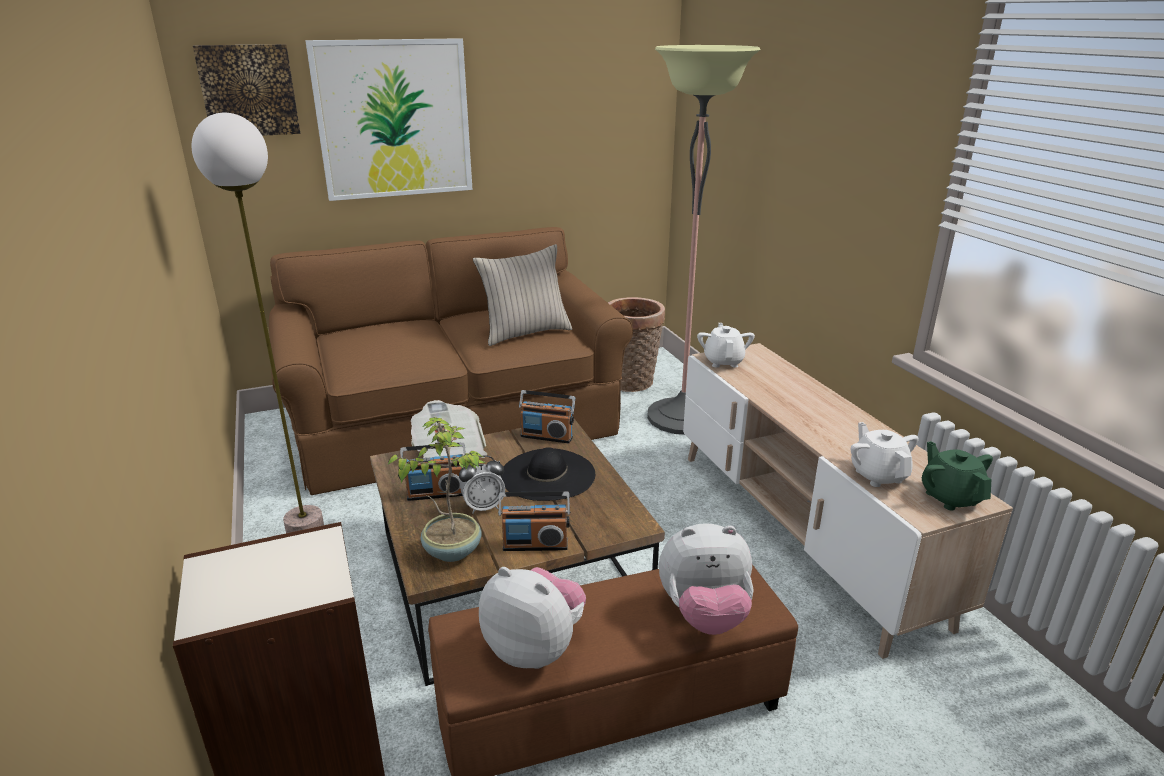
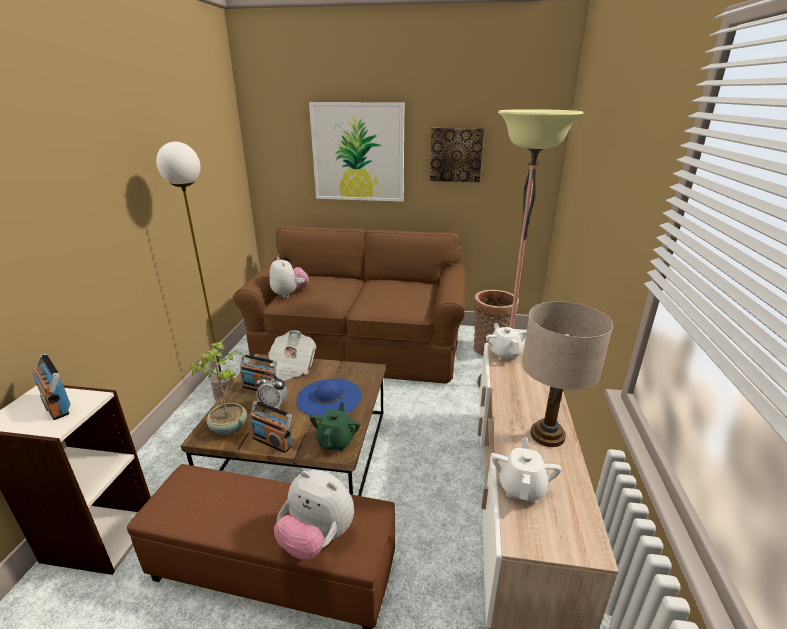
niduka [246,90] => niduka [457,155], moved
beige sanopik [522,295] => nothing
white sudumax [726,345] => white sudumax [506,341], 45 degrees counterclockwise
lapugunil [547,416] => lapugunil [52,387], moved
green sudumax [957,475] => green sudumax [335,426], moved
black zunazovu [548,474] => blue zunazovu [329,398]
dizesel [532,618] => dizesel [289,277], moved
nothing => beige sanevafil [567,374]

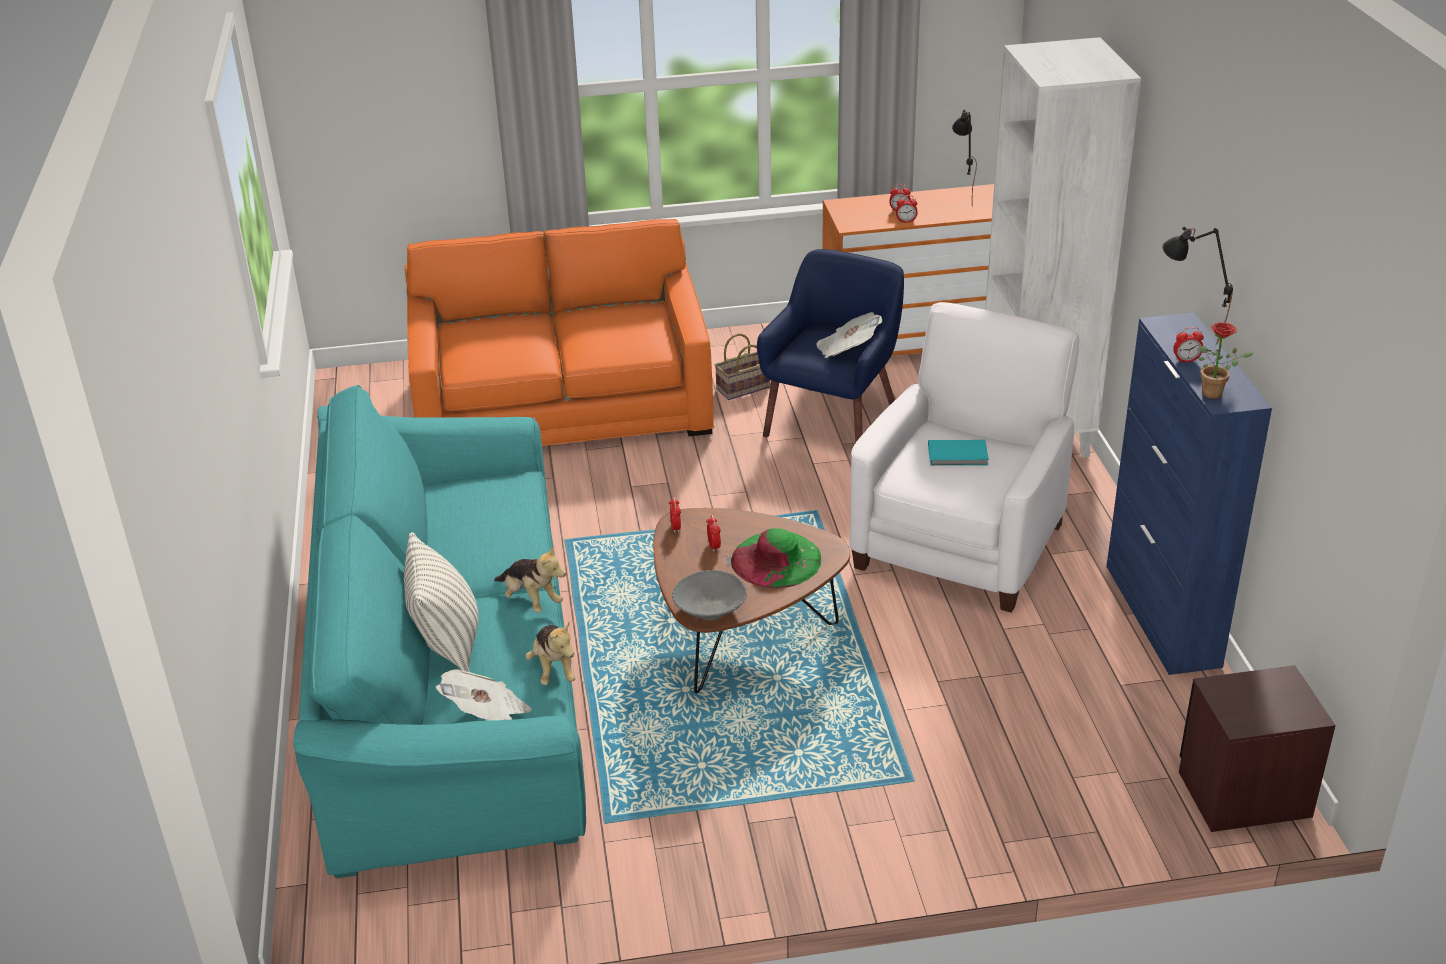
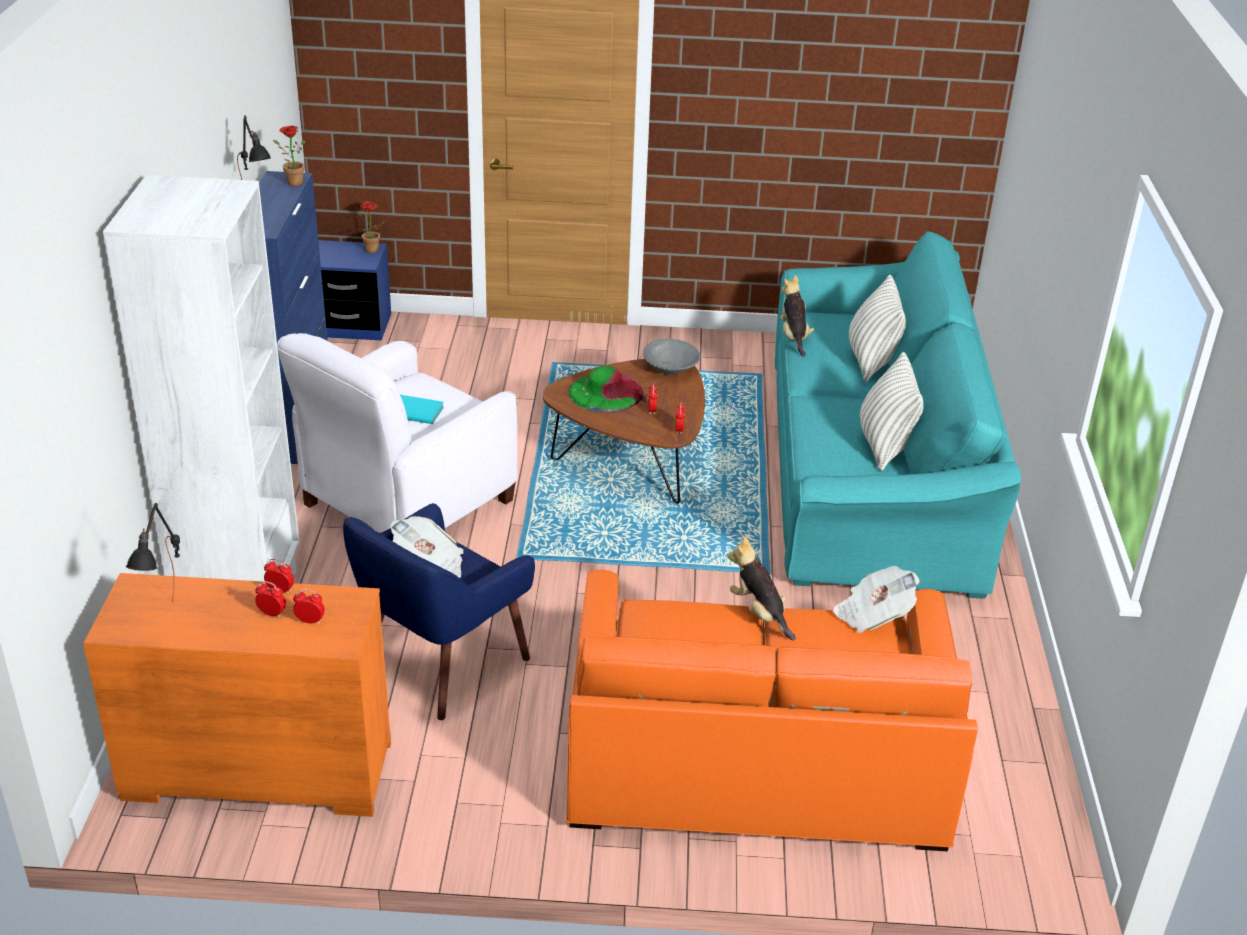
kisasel [1188,344] => kisasel [309,606], moved
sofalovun [742,366] => nothing
dizesel [530,578] => dizesel [761,588], moved
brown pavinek [1257,748] => blue pavinek [355,290]
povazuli [484,695] => povazuli [876,599], moved
nothing => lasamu [372,227]
nothing => sanopik [892,411]

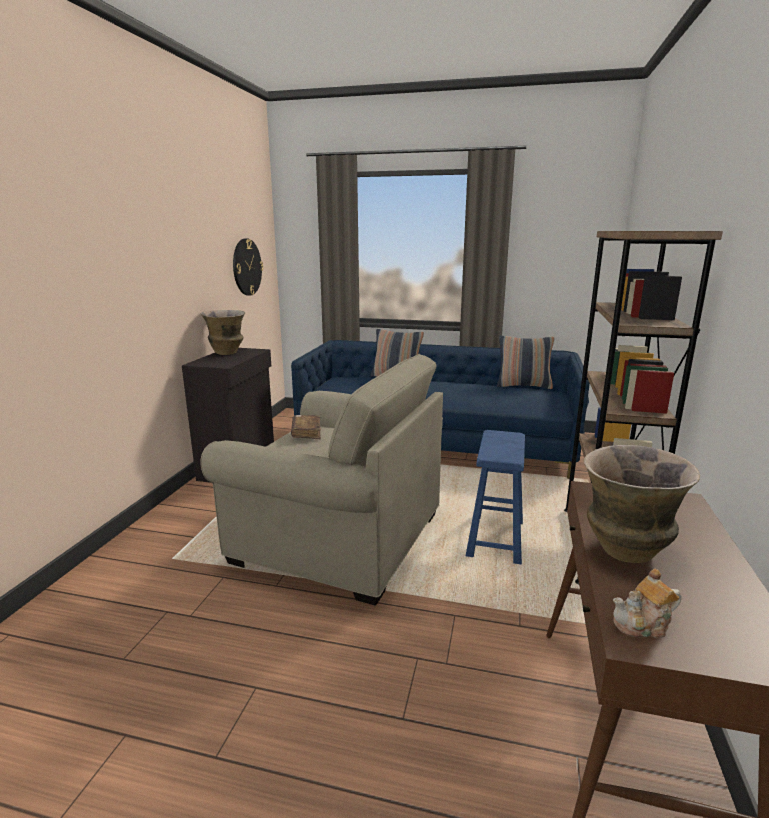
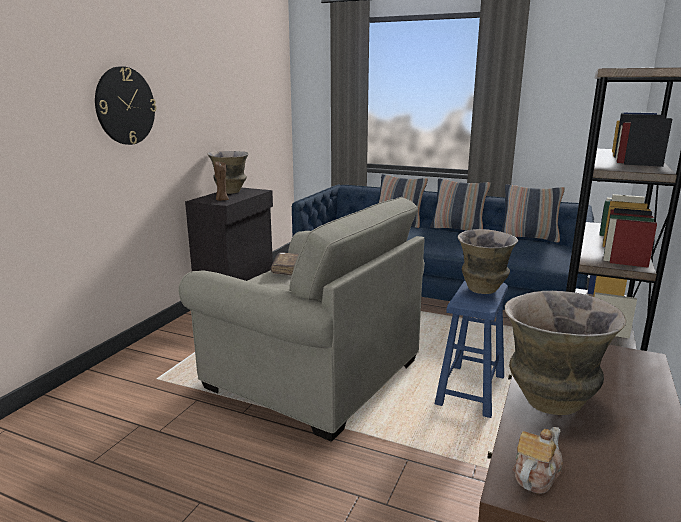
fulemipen [248,267] => fulemipen [125,105], moved
sudumax [647,603] => sudumax [537,460], 135 degrees clockwise
nothing => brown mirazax [221,181]
nothing => sanopik [460,204]
nothing => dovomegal [488,261]

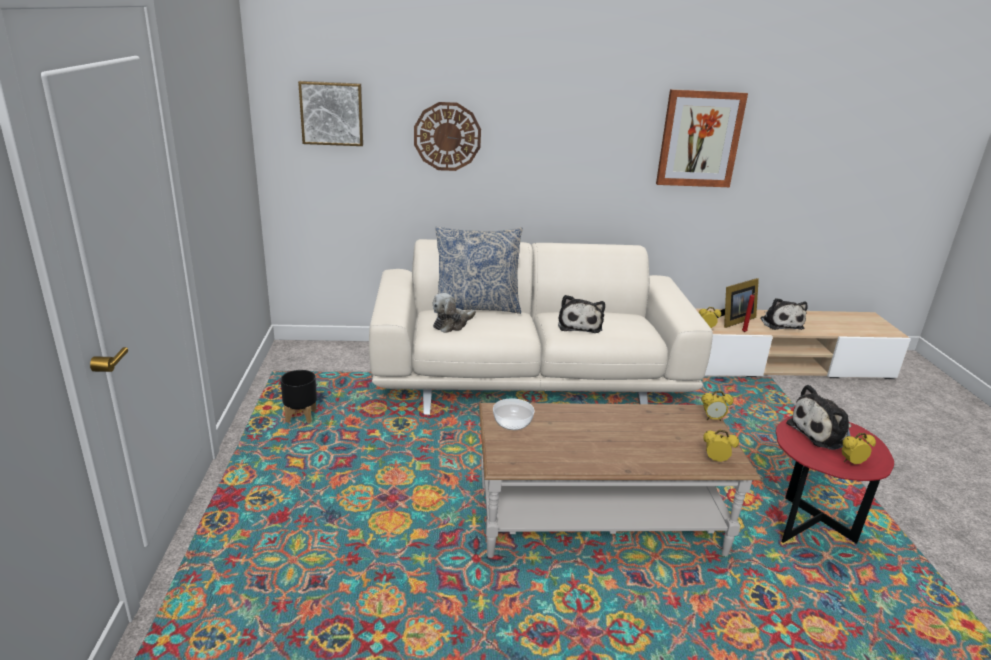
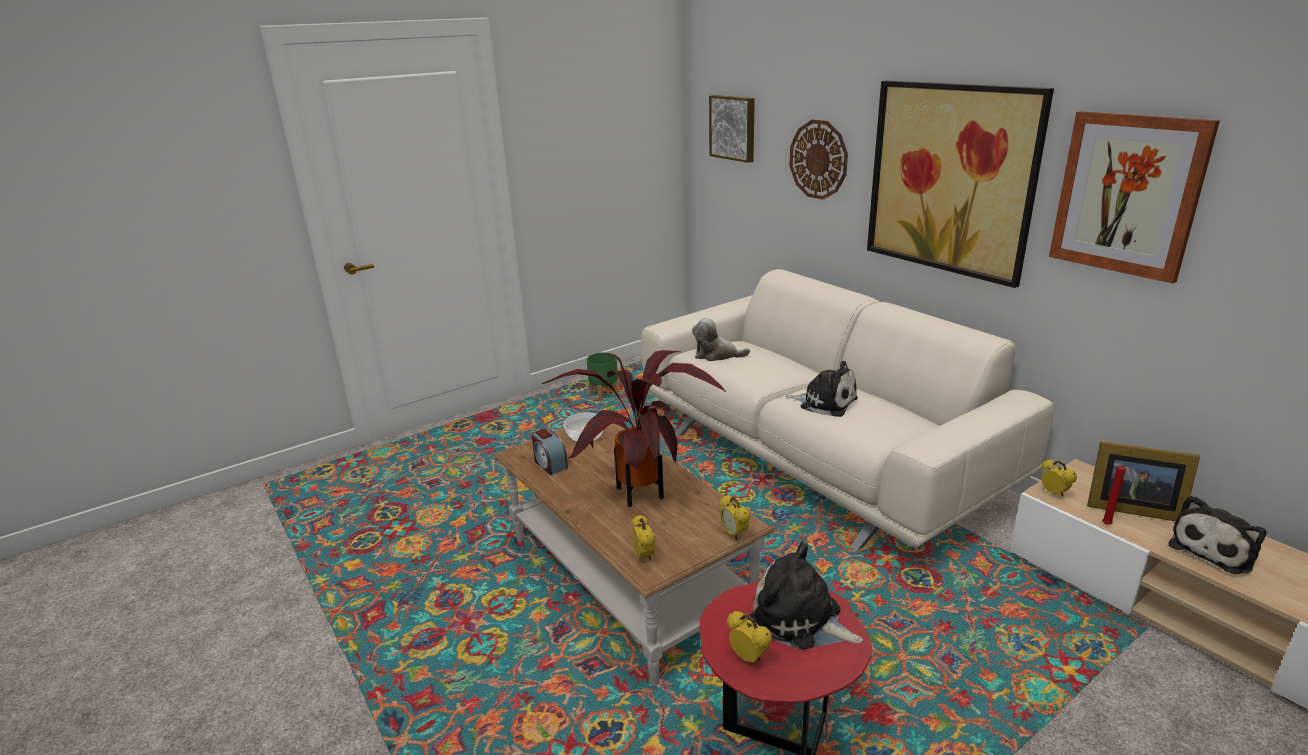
sanopik [478,270] => nothing
dizesel [581,314] => dizesel [822,389], 120 degrees counterclockwise
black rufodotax [298,397] => green rufodotax [603,376]
nothing => niduka [960,184]
nothing => lasamu [634,428]
nothing => kisasel [550,451]

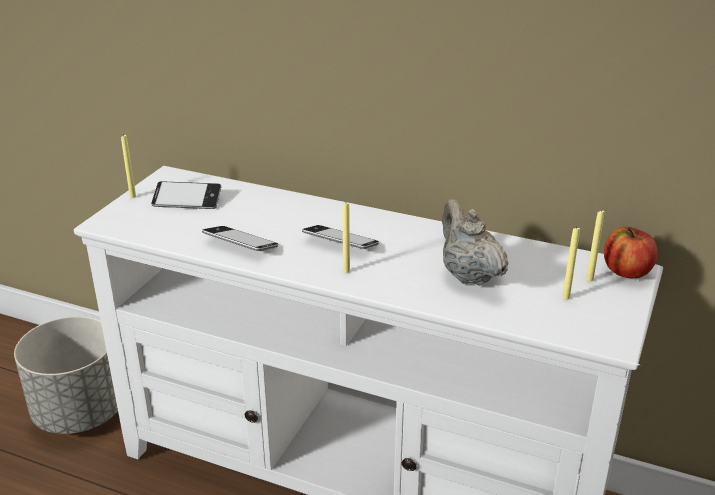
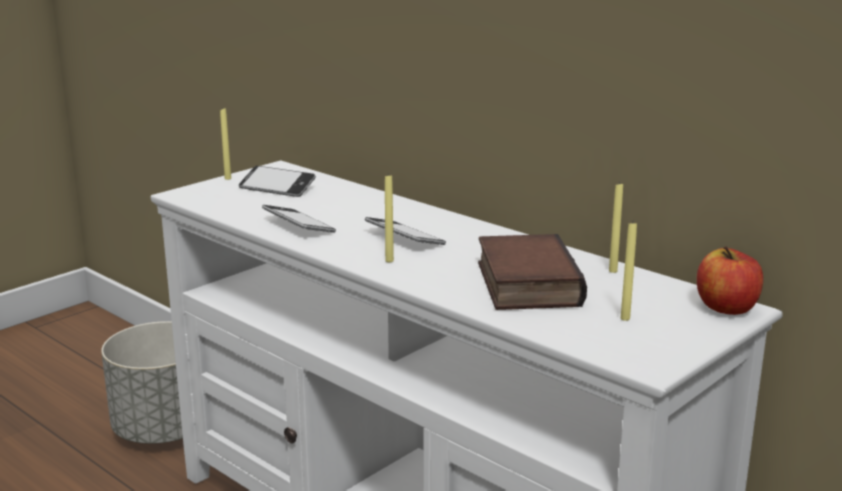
beige sudumax [475,242] => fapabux [532,272]
yellow mirazax [595,245] => yellow mirazax [616,227], moved

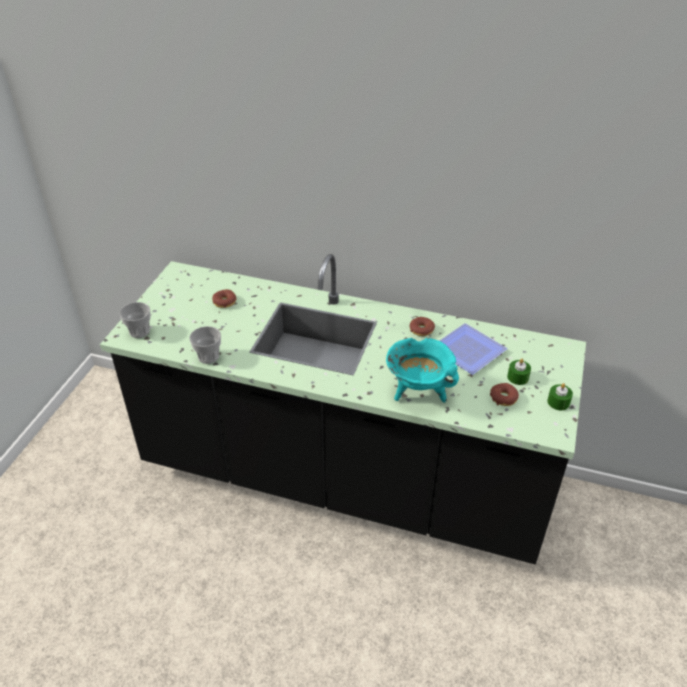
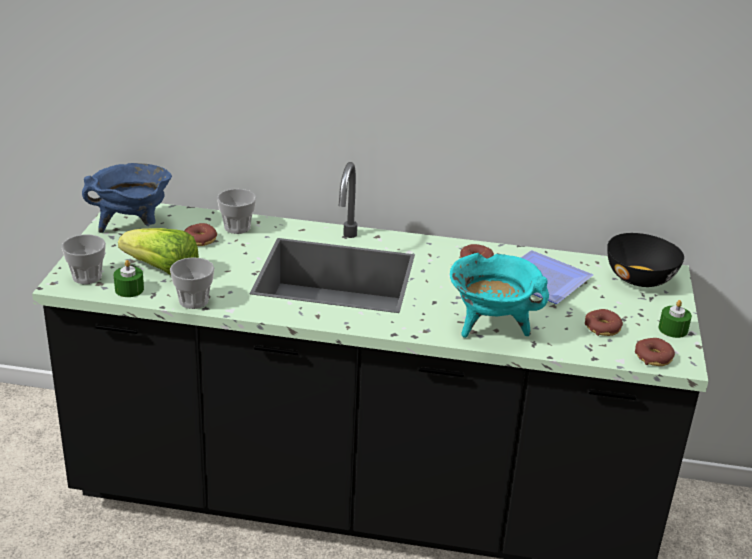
green mirazax [519,372] => green mirazax [129,278], moved
nothing => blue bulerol [127,198]
nothing => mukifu [236,211]
nothing => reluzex [158,251]
nothing => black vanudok [645,260]
nothing => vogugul [655,352]

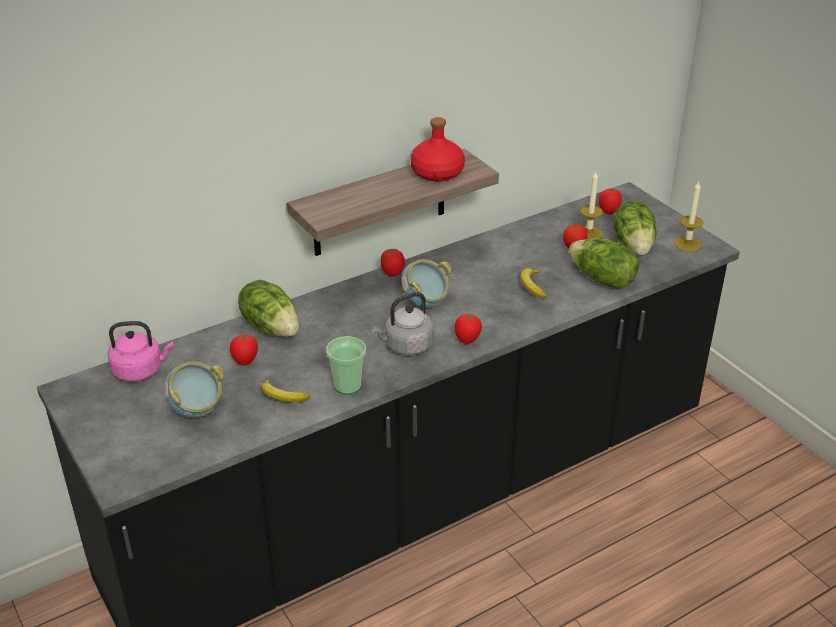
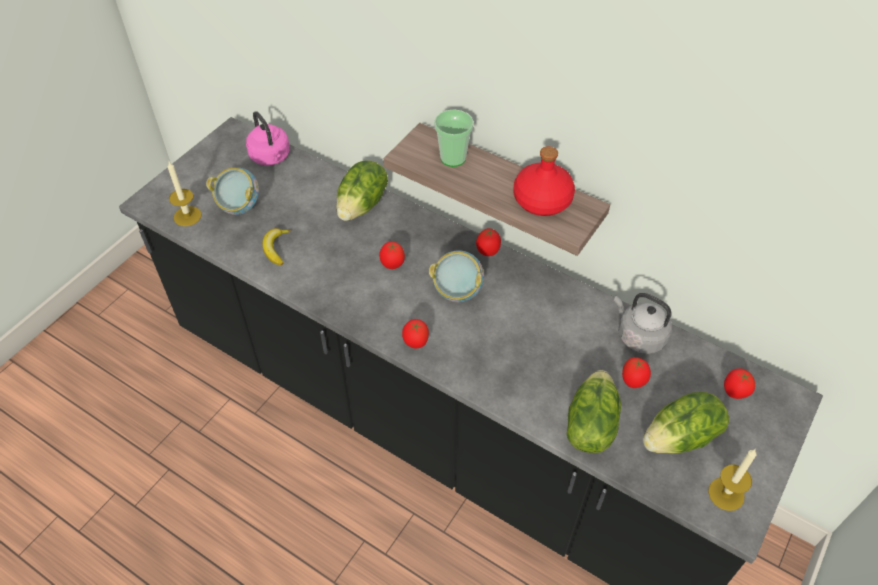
mirazax [591,205] => mirazax [185,194], moved
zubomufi [533,283] => nothing
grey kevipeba [402,323] => grey kevipeba [643,323], moved
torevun [244,350] => torevun [392,255], moved
mukifu [346,365] => mukifu [454,138], moved

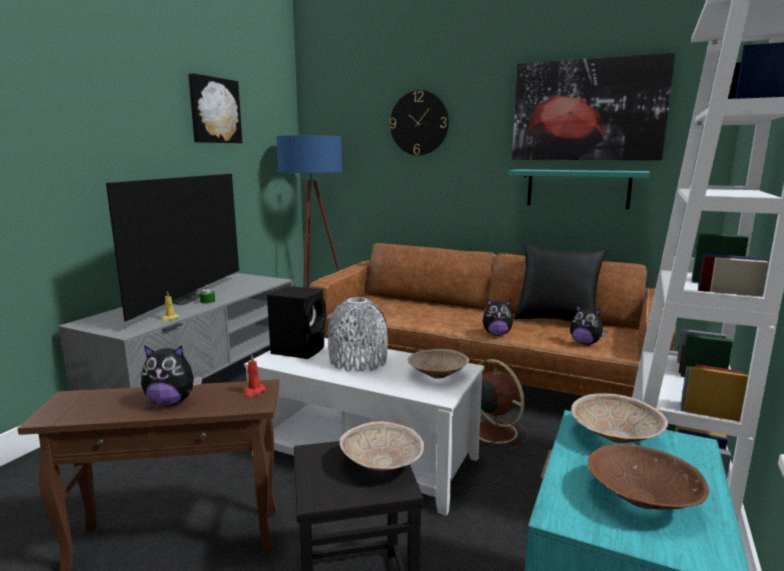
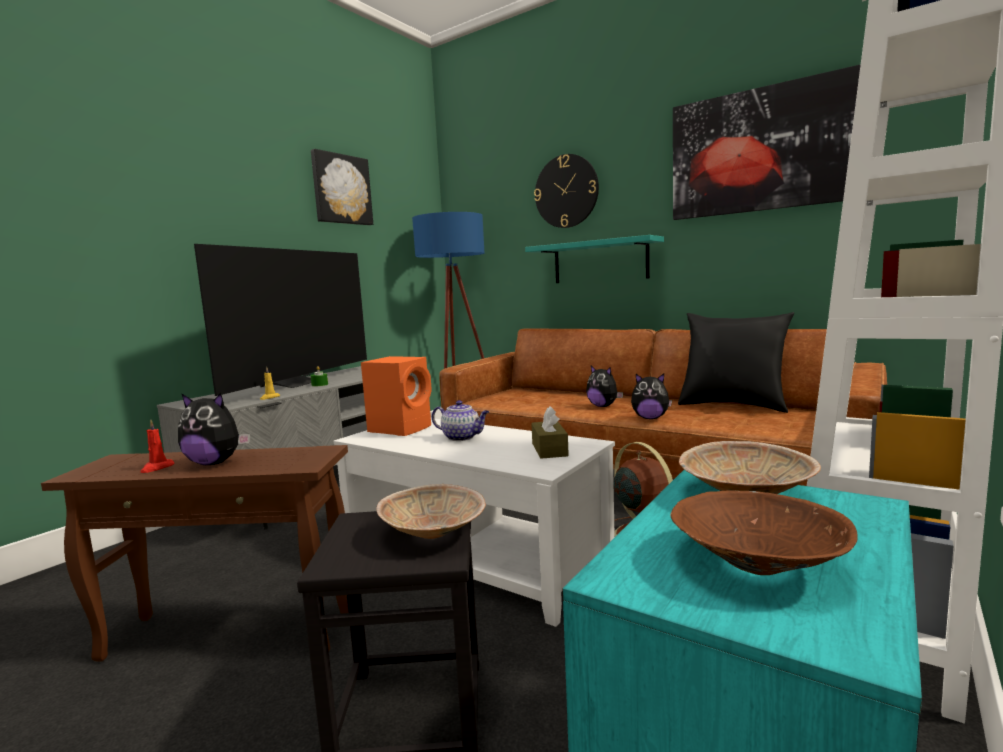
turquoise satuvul [579,189] => turquoise satuvul [594,259], moved
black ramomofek [296,322] => orange ramomofek [396,396]
grey dovomegal [358,334] => sudumax [460,420]
dizesel [589,324] => dizesel [604,386], moved
beige vanudok [438,364] => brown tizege [550,432]
red mirazax [254,375] => red mirazax [157,446], moved

